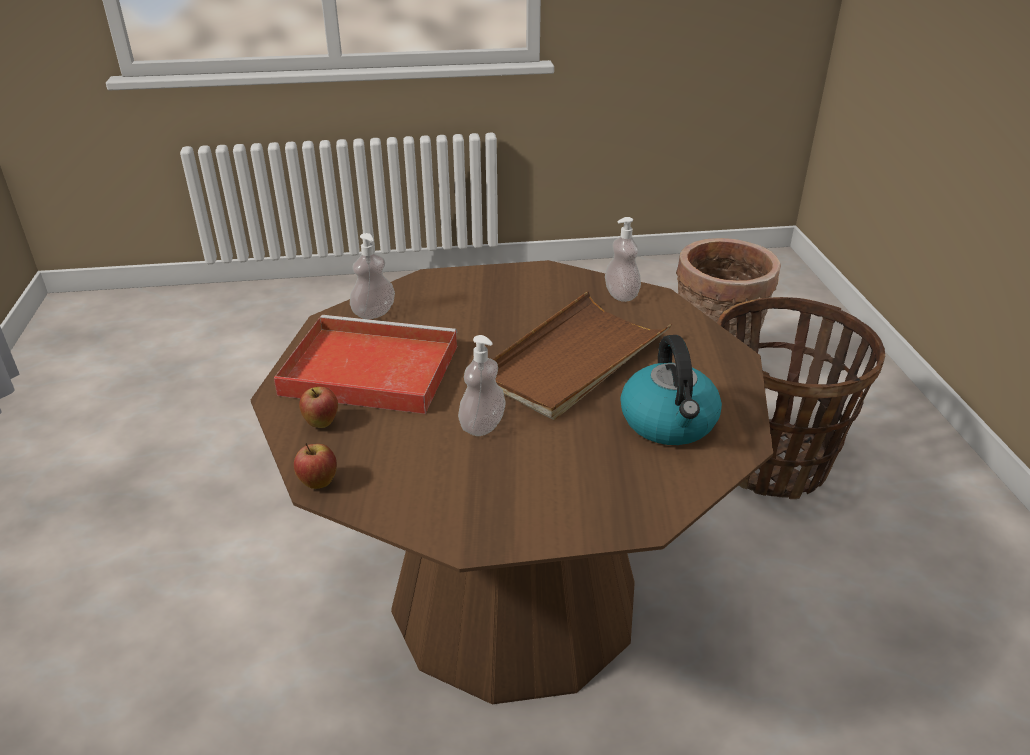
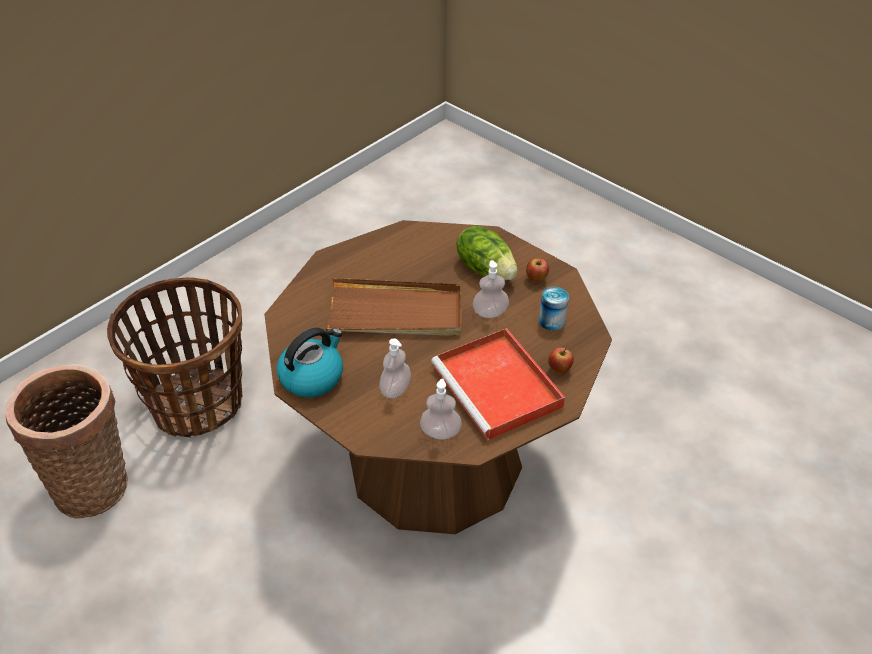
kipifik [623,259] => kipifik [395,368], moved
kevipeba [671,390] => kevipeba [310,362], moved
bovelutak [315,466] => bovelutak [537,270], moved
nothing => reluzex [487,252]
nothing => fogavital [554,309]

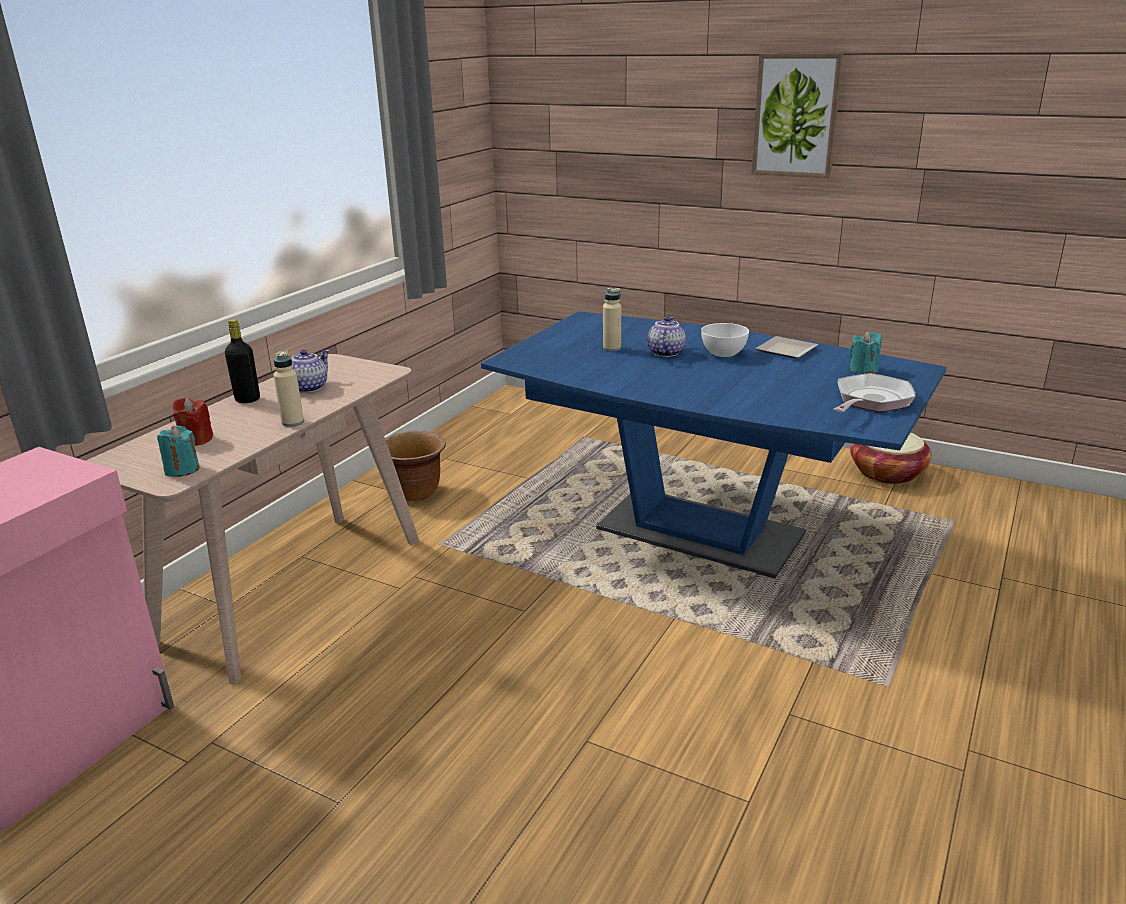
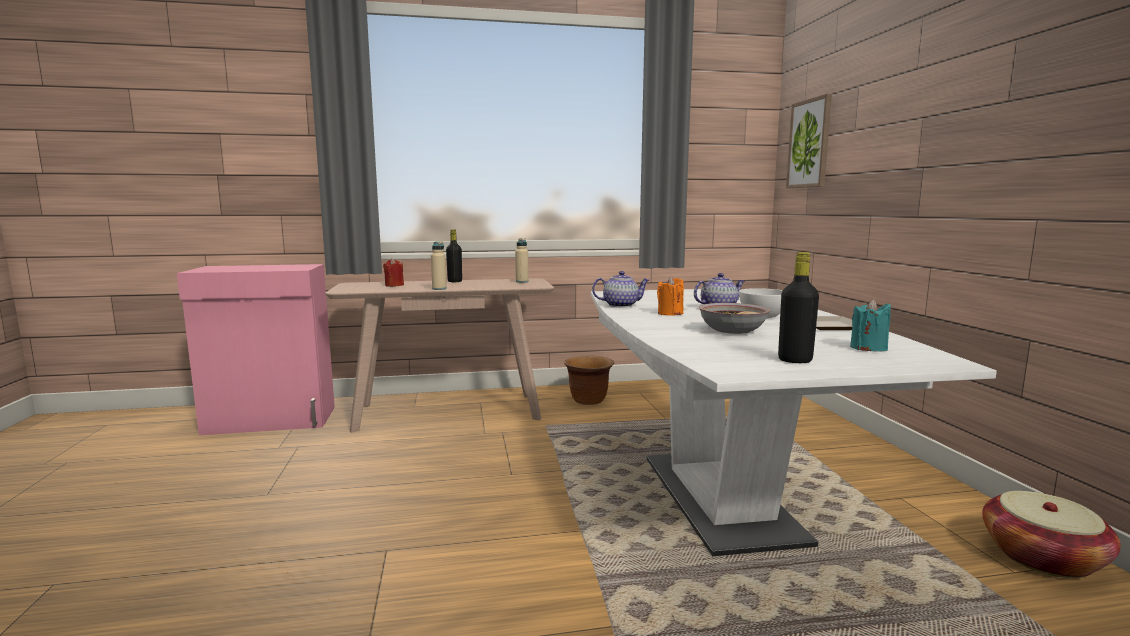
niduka [797,115] => niduka [809,141], moved
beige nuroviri [612,319] => beige nuroviri [522,260], moved
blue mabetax [713,445] => white mabetax [794,422]
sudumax [310,371] => sudumax [620,289], moved
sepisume [874,392] => black nuroviri [798,307]
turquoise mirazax [178,451] => nothing
nothing => orange mirazax [670,296]
nothing => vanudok [734,318]

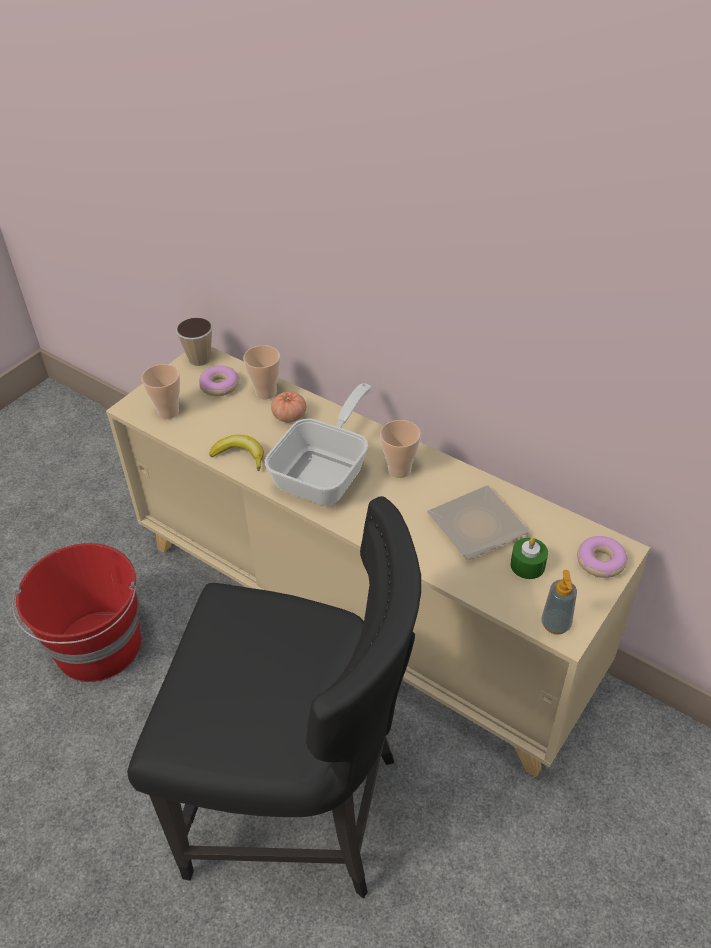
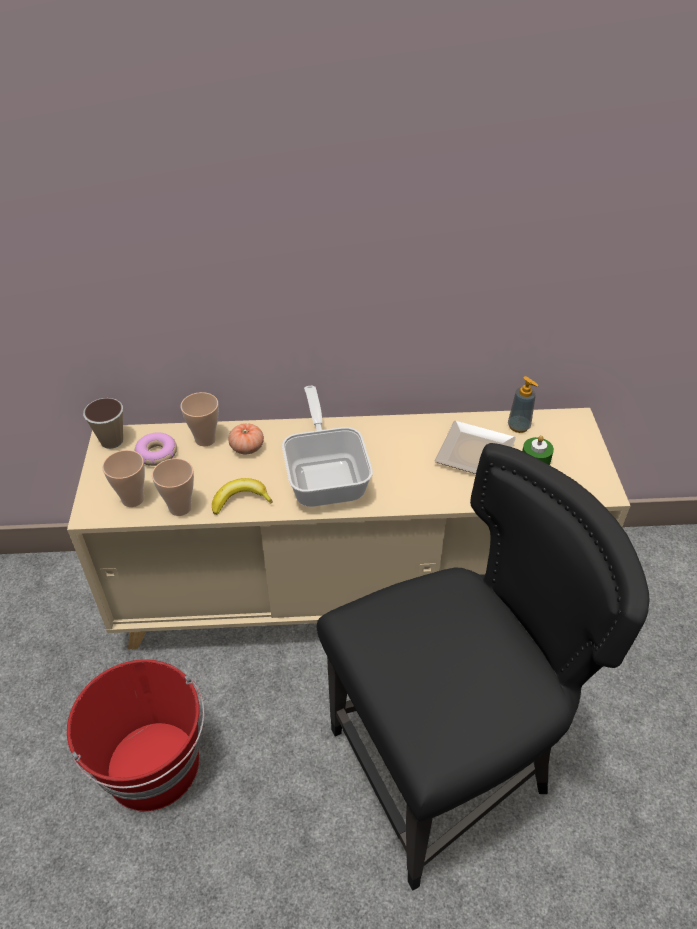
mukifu [400,449] => mukifu [173,487], moved
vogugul [602,557] => nothing
kipifik [559,602] => kipifik [523,404], moved

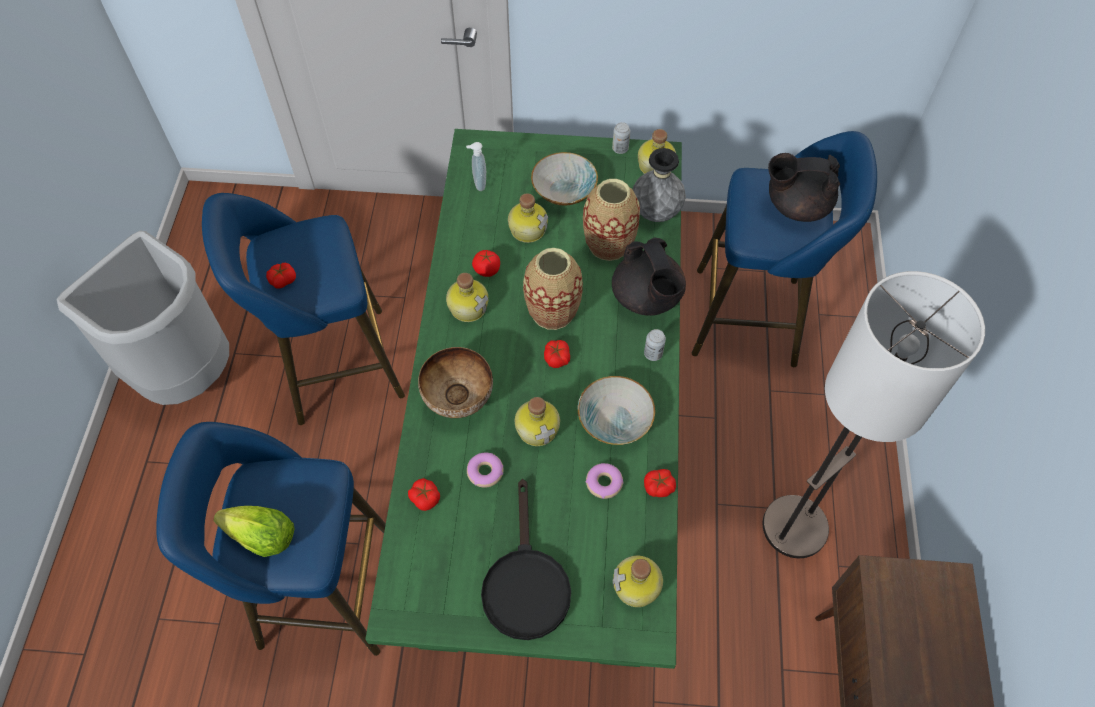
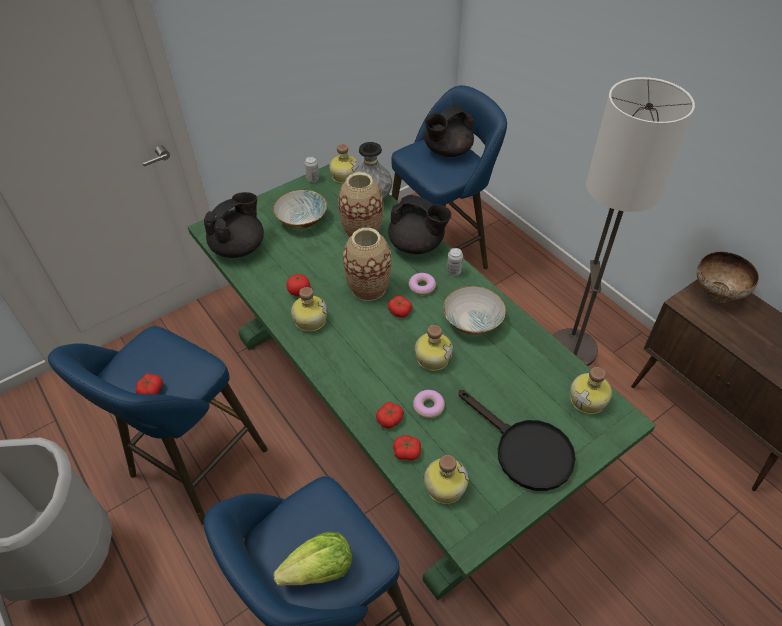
kipifik [476,166] => black sudumax [234,225]
nuroviri [528,218] => nuroviri [446,479], moved
vanudok [455,382] => vanudok [728,277], moved
vogugul [604,481] => vogugul [422,284], moved
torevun [660,483] => torevun [390,415], moved

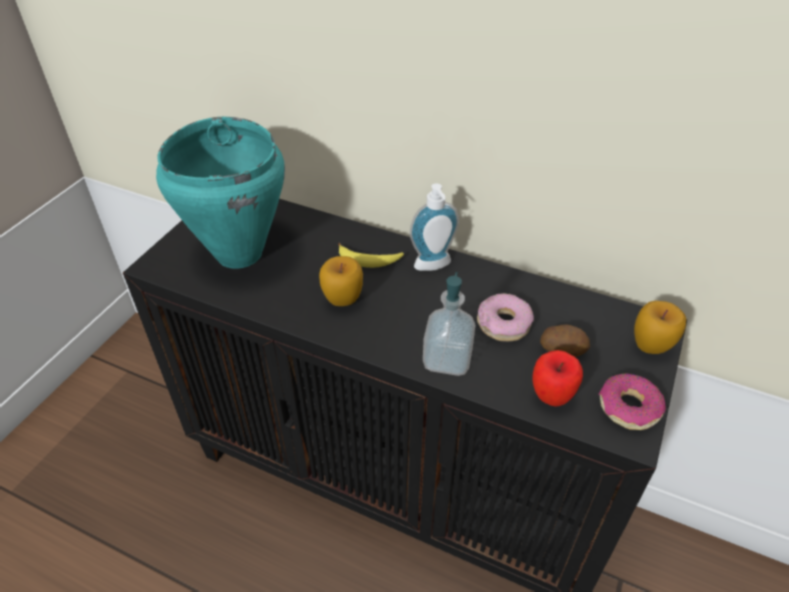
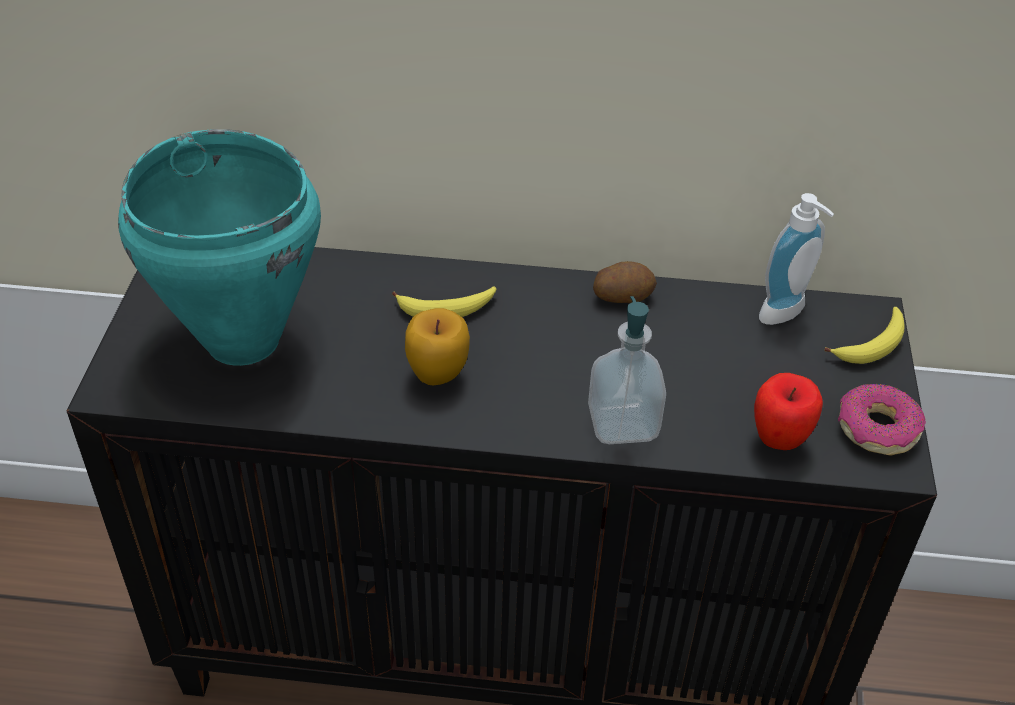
kipifik [434,227] => kipifik [796,259], moved
vogugul [505,317] => nothing
bovelutak [660,327] => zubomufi [864,335]
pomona [565,340] => pomona [625,282], moved

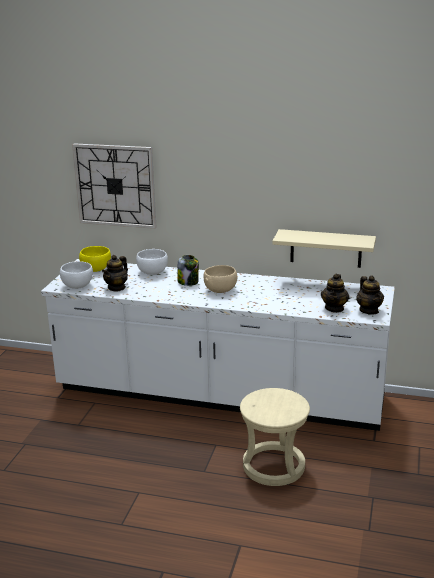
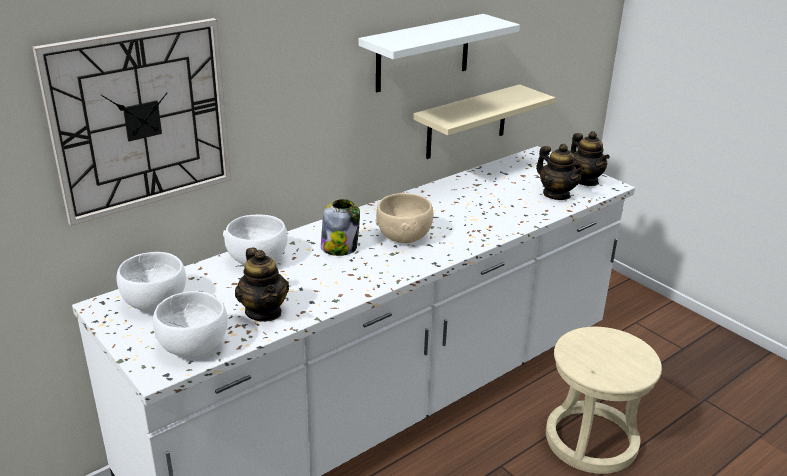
yellow vanudok [95,259] => white vanudok [151,281]
sudumax [370,295] => sudumax [590,158], 45 degrees clockwise
nothing => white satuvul [439,53]

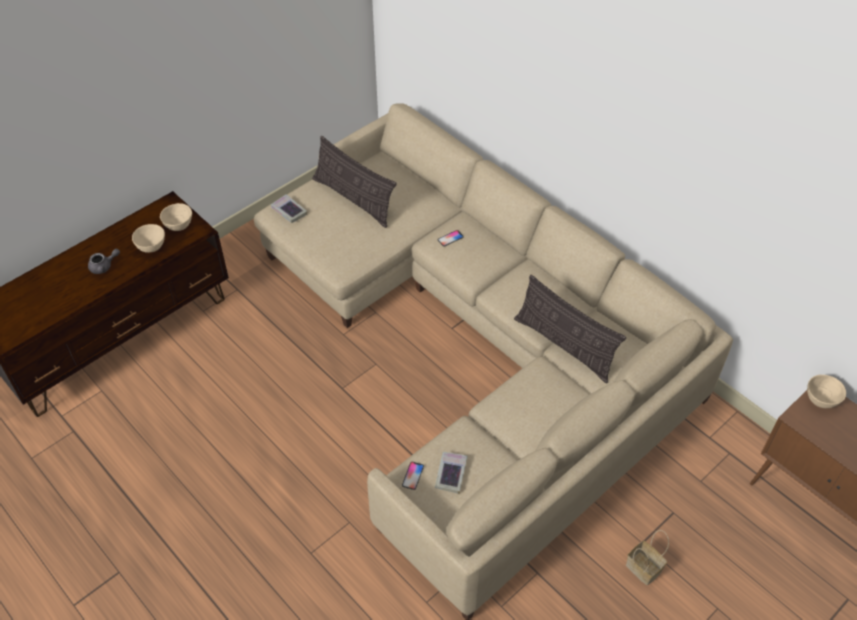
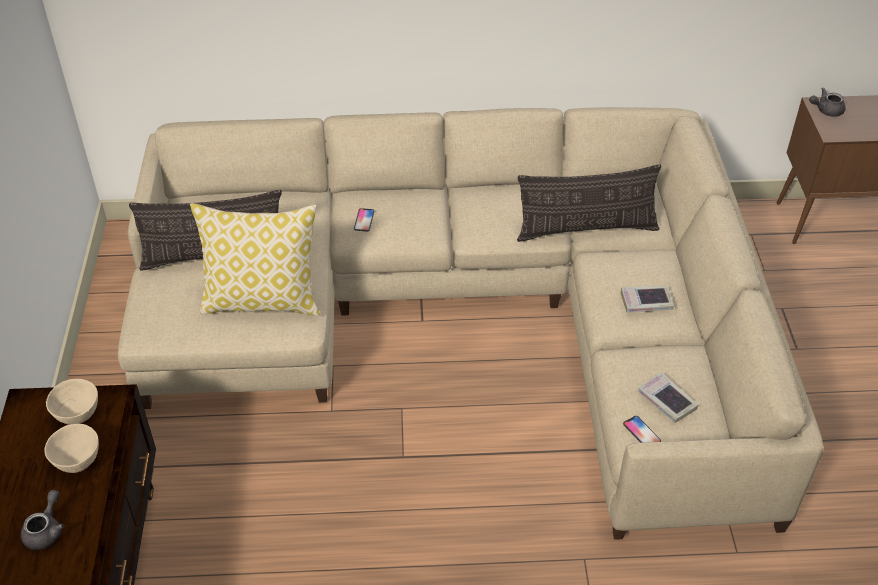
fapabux [289,208] => fapabux [647,299], moved
beige vanudok [826,391] => grey sudumax [827,102]
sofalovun [647,557] => nothing
nothing => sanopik [255,259]

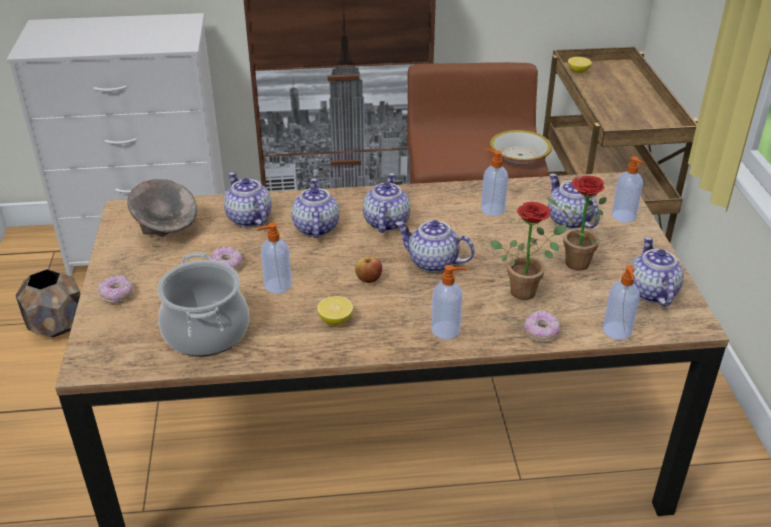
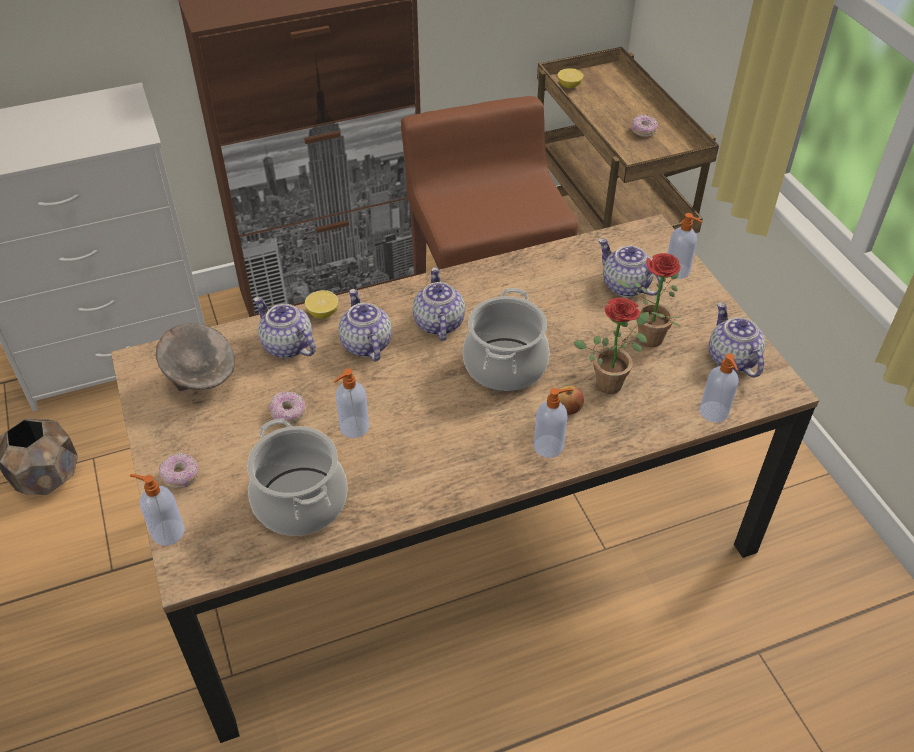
vanudok [521,147] => nothing
kipifik [494,182] => kipifik [157,510], moved
sudumax [435,246] => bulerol [506,339]
bovelutak [368,270] => bovelutak [571,400], moved
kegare [335,311] => kegare [322,304], moved
vogugul [542,326] => vogugul [644,126], moved

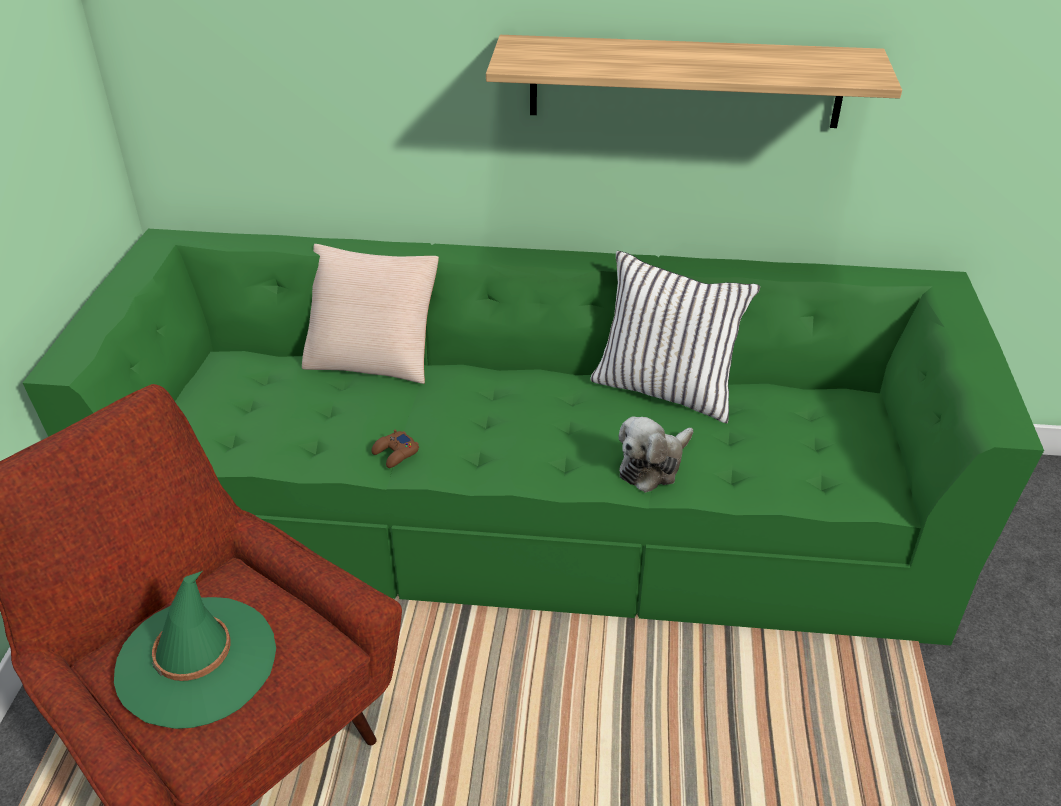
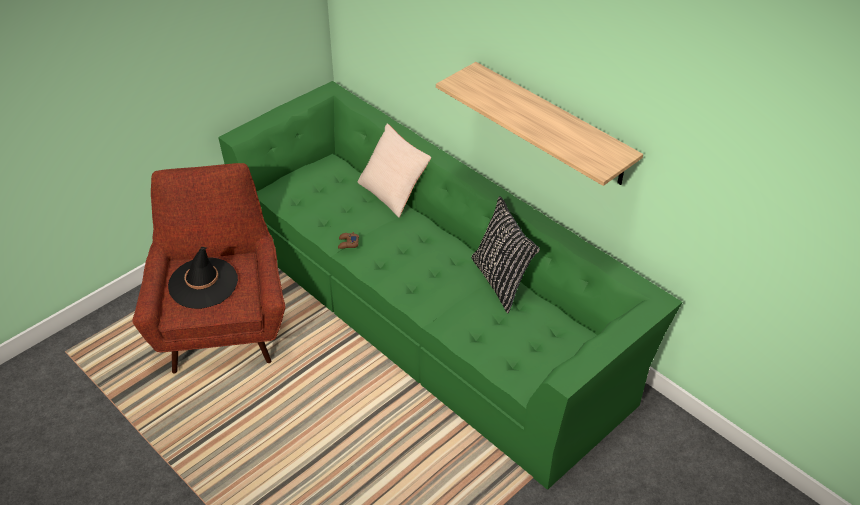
white sanopik [675,337] => black sanopik [505,254]
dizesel [656,455] => nothing
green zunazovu [195,650] => black zunazovu [203,278]

